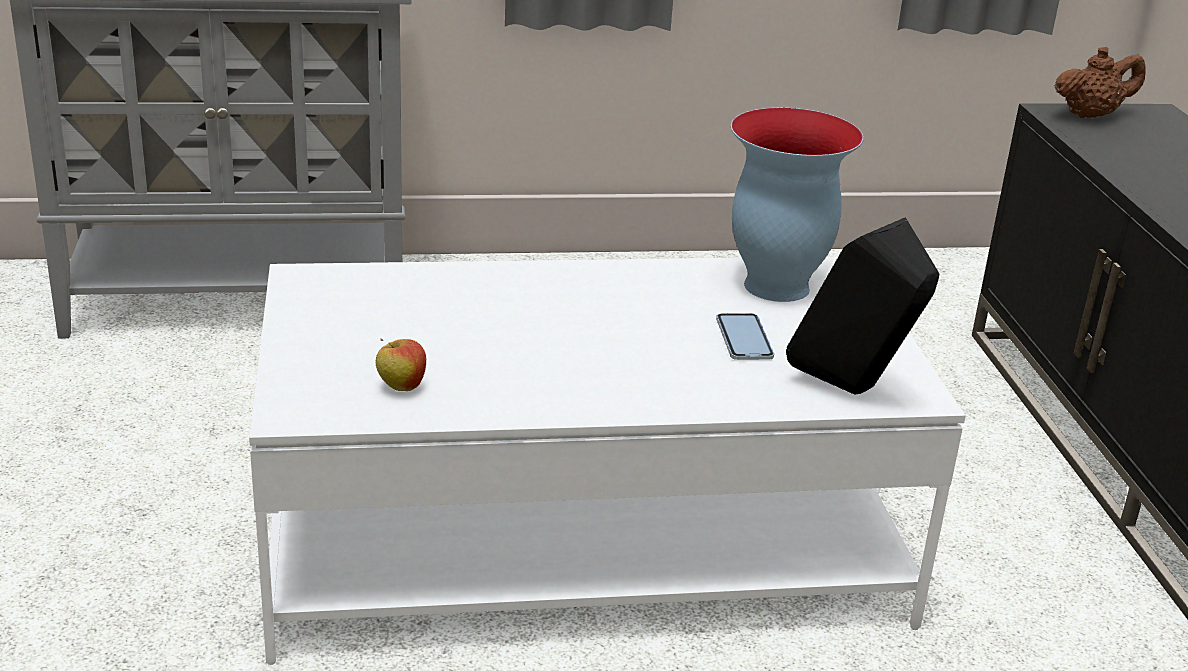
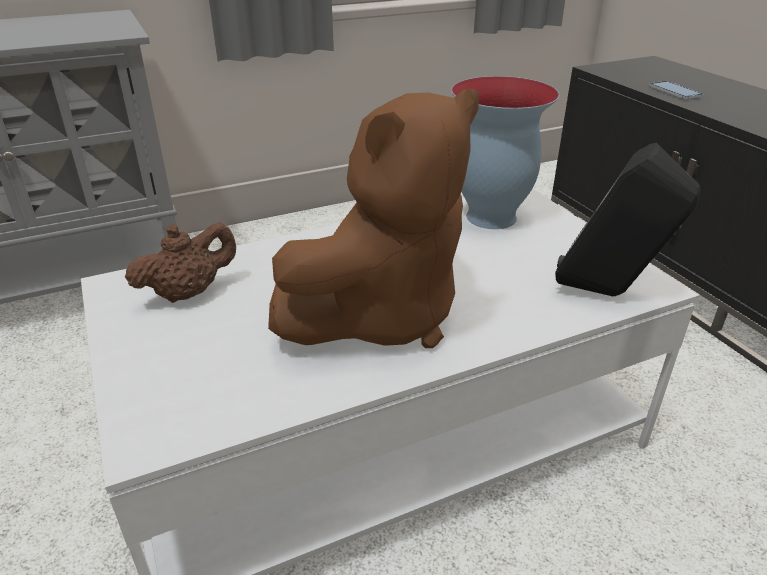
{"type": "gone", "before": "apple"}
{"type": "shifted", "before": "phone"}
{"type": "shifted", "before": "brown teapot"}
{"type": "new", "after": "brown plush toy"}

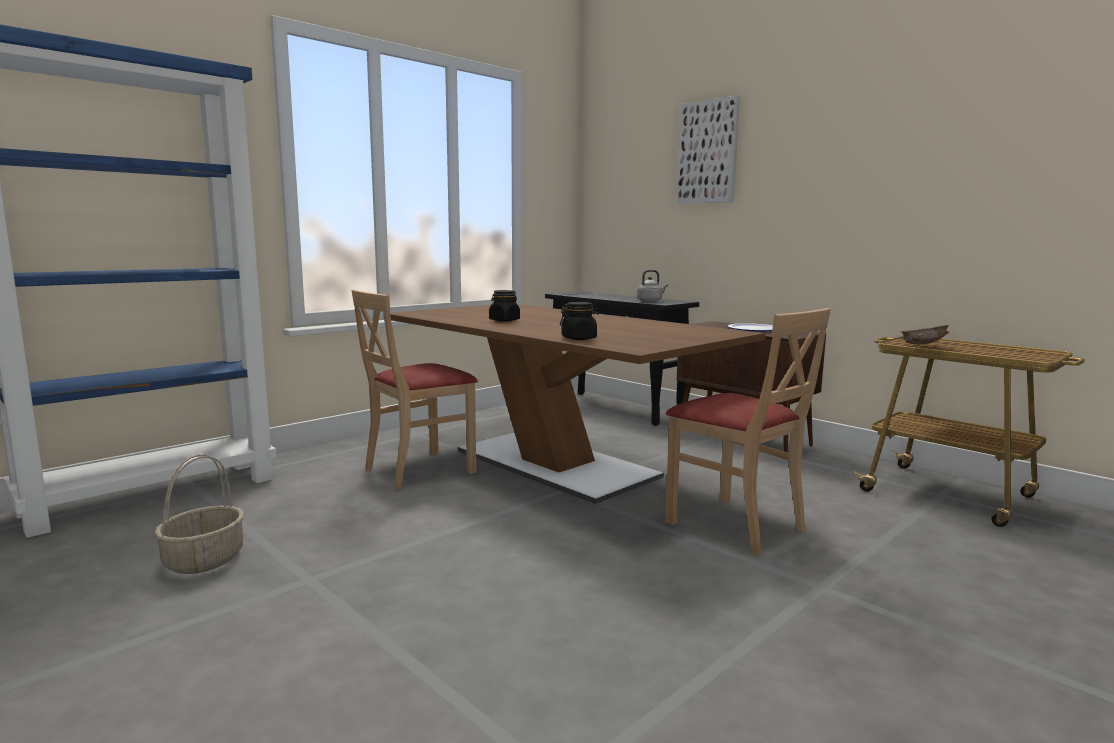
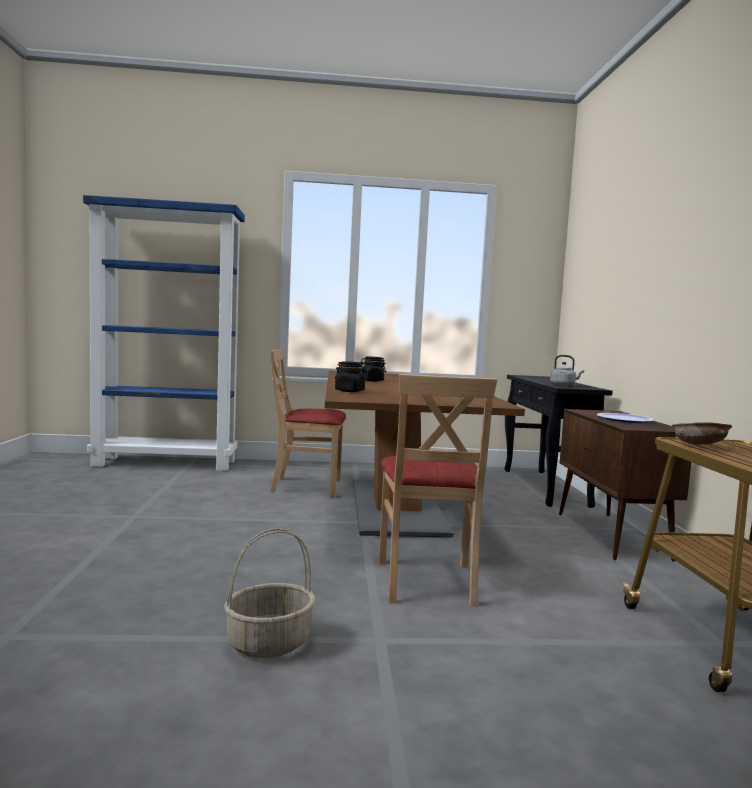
{"type": "shifted", "before": "basket"}
{"type": "gone", "before": "picture"}

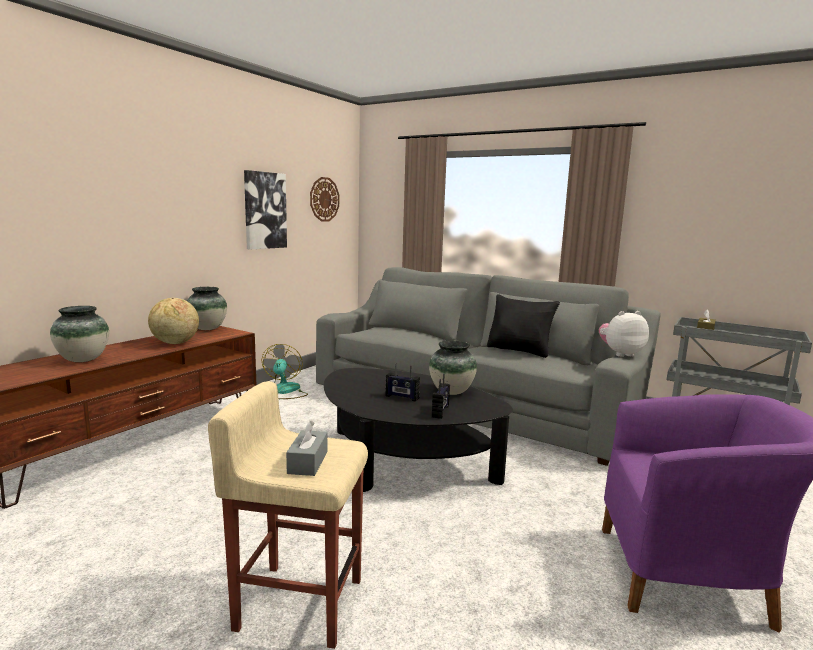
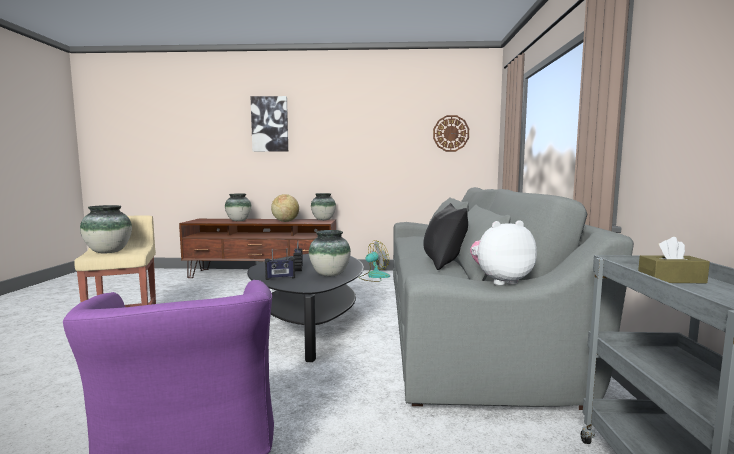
{"type": "shifted", "before": "picture"}
{"type": "swapped", "before": "grey tissue box", "after": "vase (no. 1 from left)"}
{"type": "rotated", "before": "plush toy", "turn": -60}

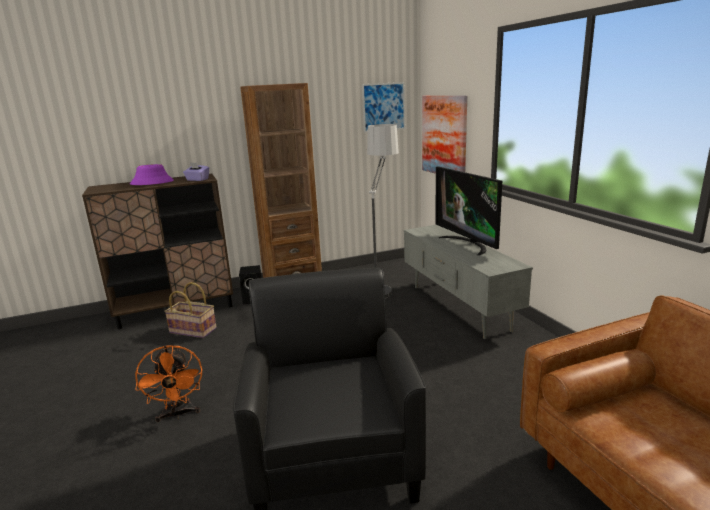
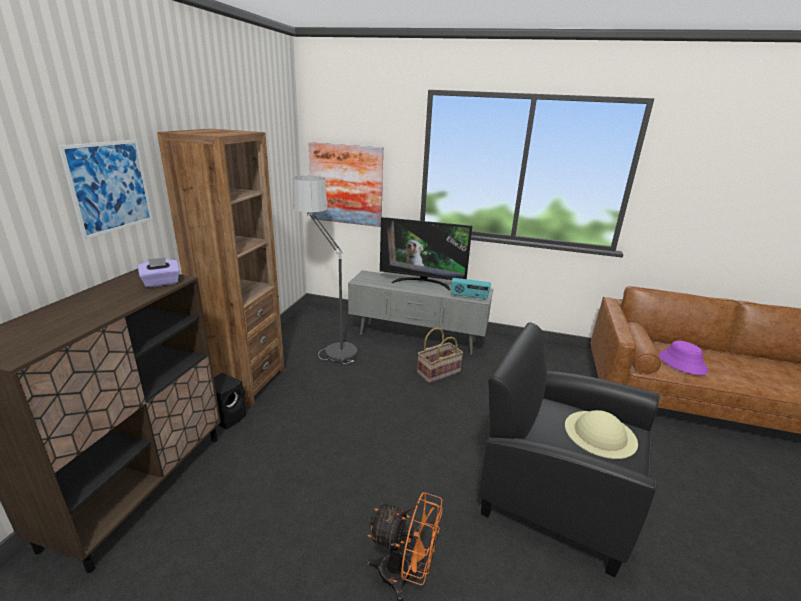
{"type": "shifted", "before": "purple hat"}
{"type": "shifted", "before": "basket"}
{"type": "shifted", "before": "picture (no. 1 from left)"}
{"type": "new", "after": "radio"}
{"type": "new", "after": "beige hat"}

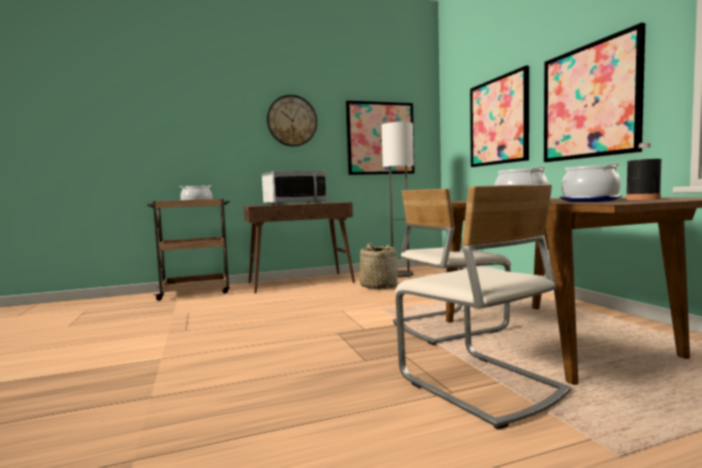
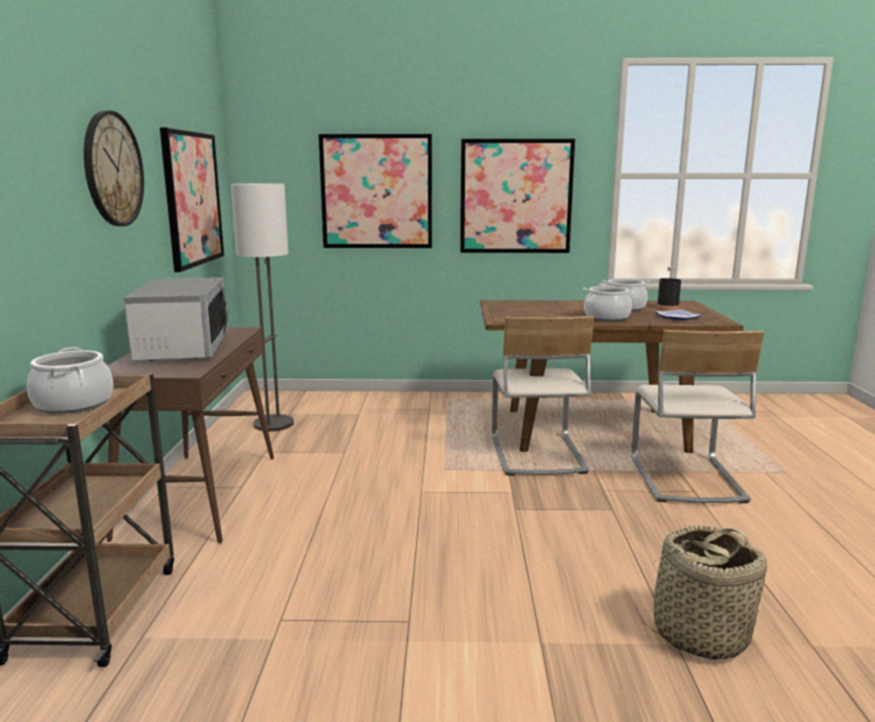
{"type": "shifted", "before": "basket"}
{"type": "rotated", "before": "beige chair (no. 2 from left)", "turn": 105}

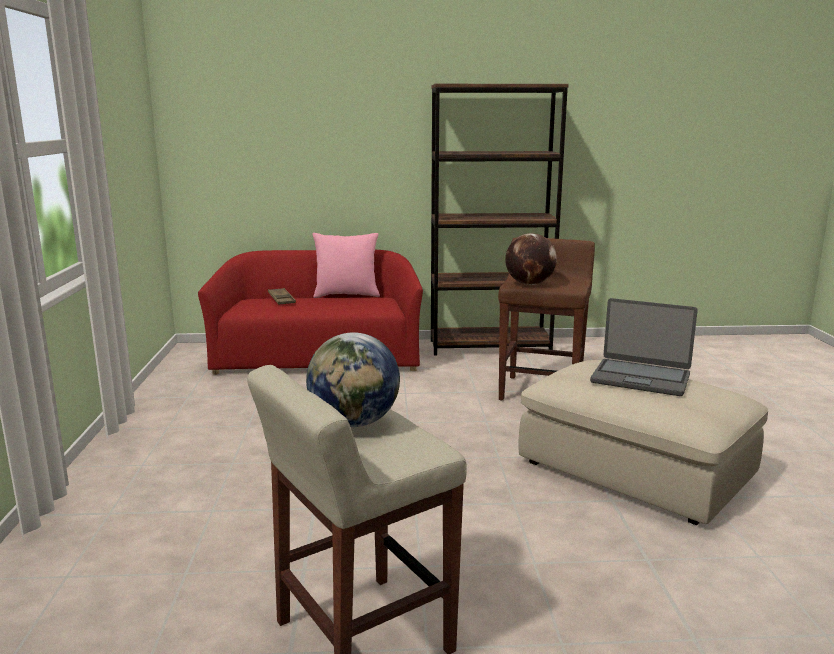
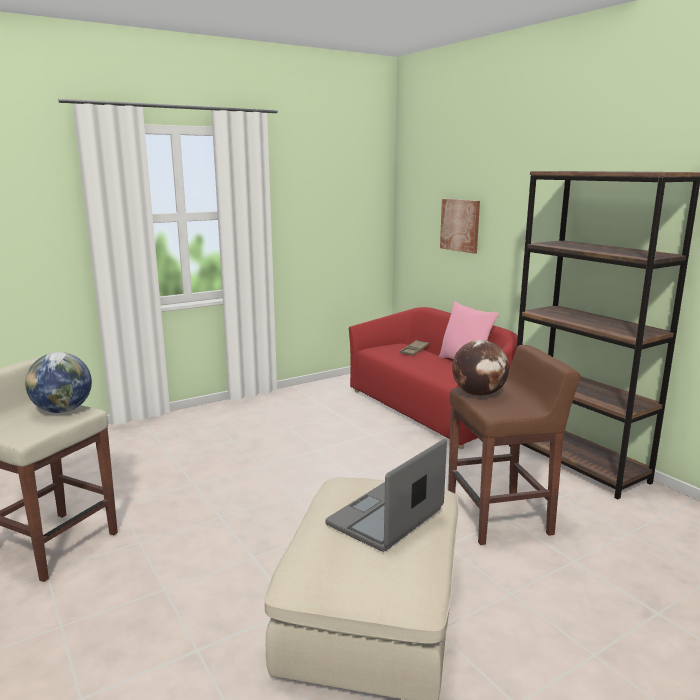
{"type": "rotated", "before": "laptop", "turn": 45}
{"type": "new", "after": "picture"}

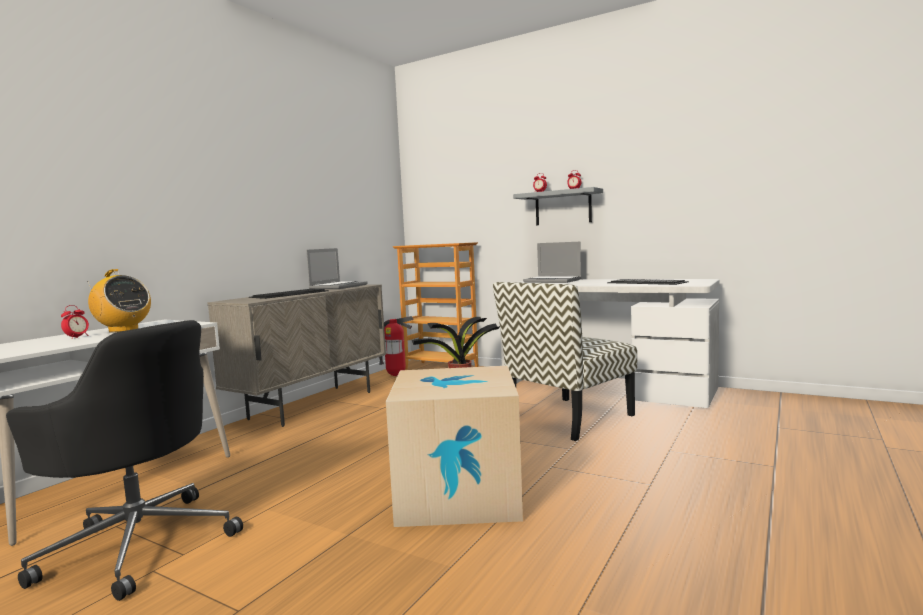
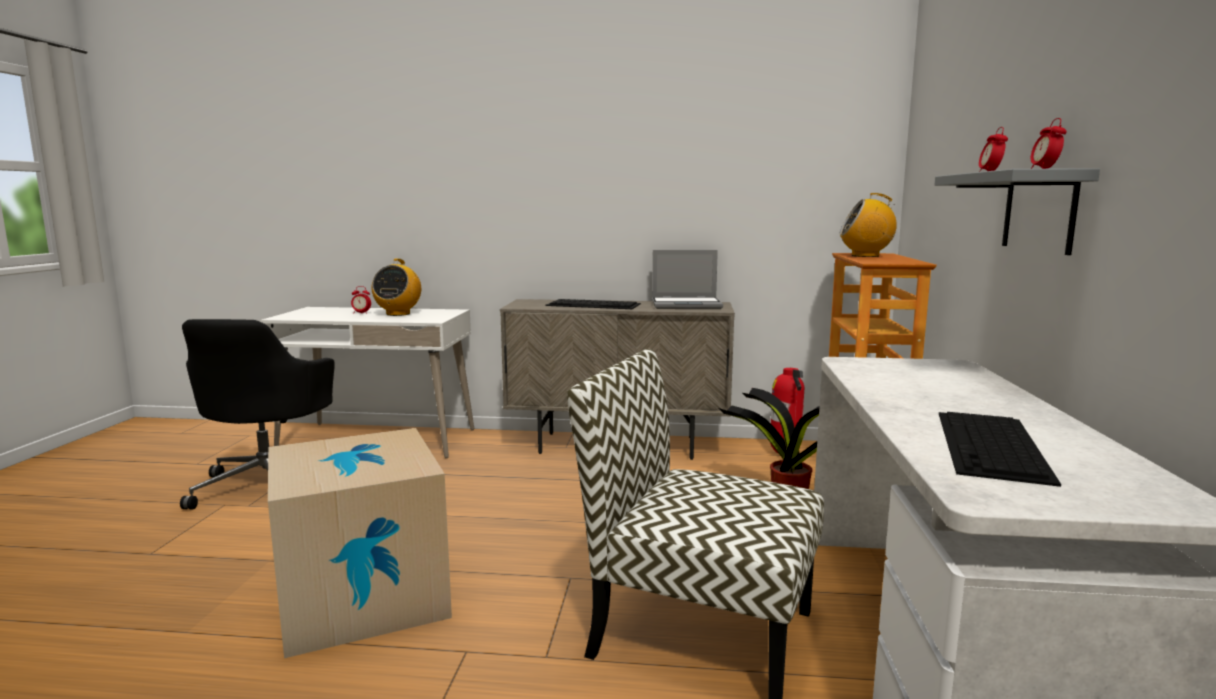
{"type": "gone", "before": "laptop (no. 2 from left)"}
{"type": "new", "after": "radio (no. 2 from left)"}

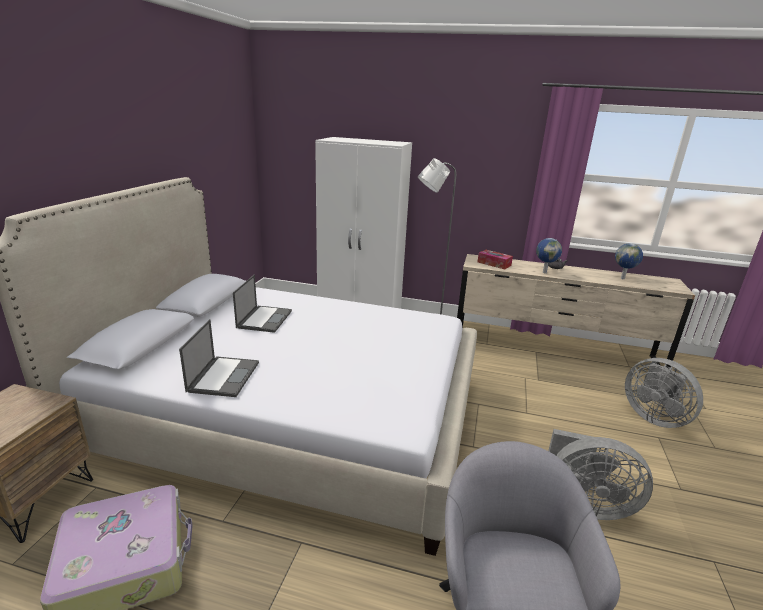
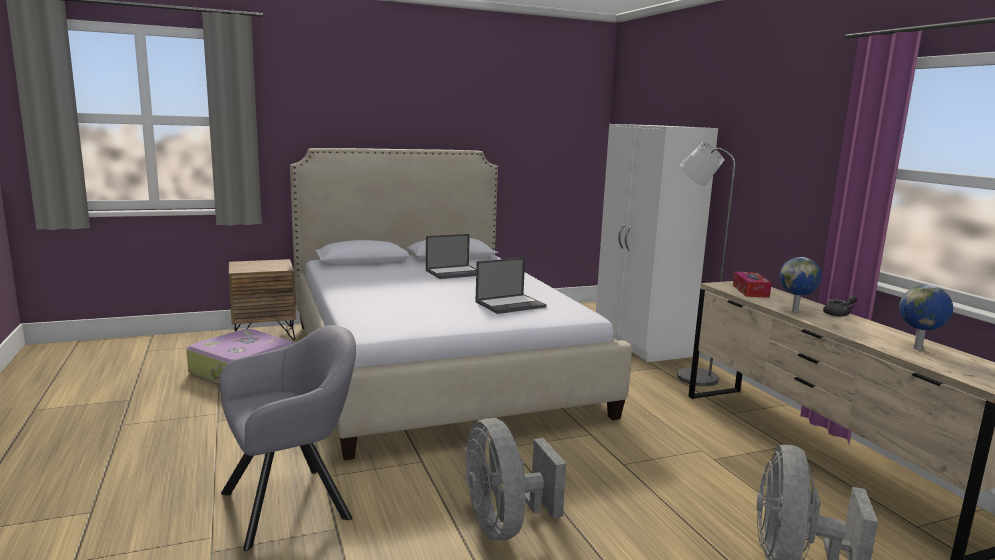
{"type": "shifted", "before": "laptop (no. 1 from left in the first image)", "after": "laptop (no. 2 from left)"}

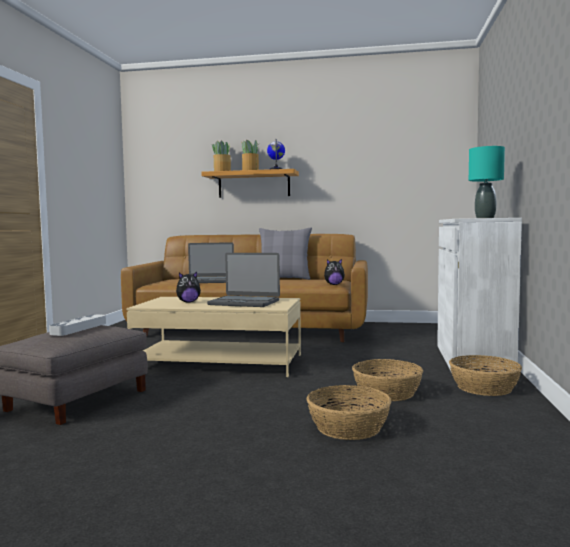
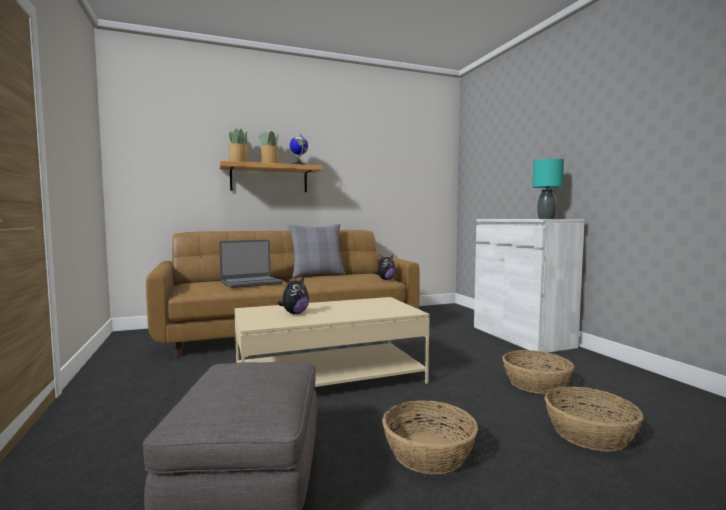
{"type": "gone", "before": "grey tray"}
{"type": "gone", "before": "laptop (no. 2 from left)"}
{"type": "shifted", "before": "basket (no. 3 from left in the first image)", "after": "basket (no. 1 from left)"}

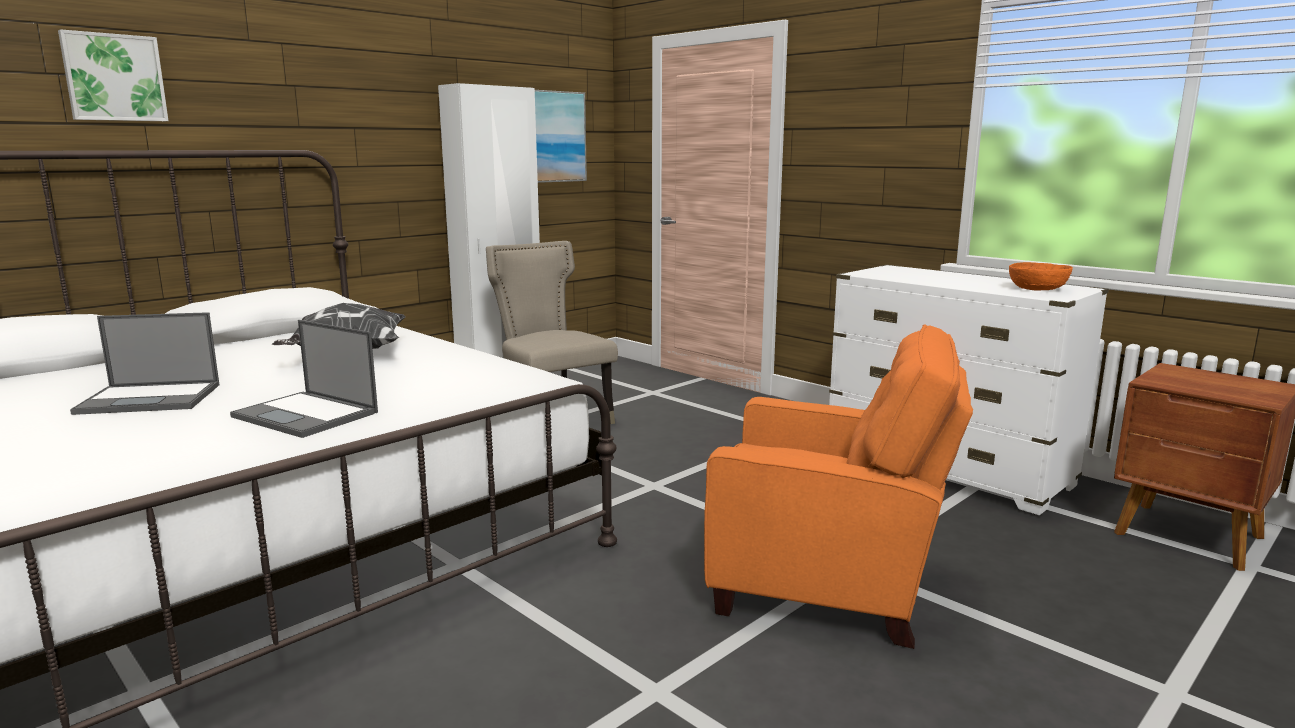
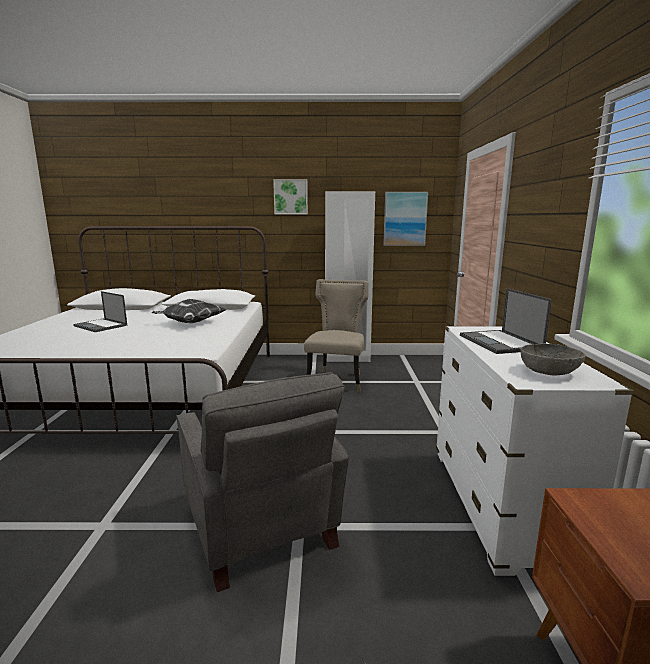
{"type": "shifted", "before": "picture (no. 1 from left)"}
{"type": "shifted", "before": "laptop (no. 2 from left)"}
{"type": "repainted", "before": "orange armchair", "after": "grey armchair"}
{"type": "repainted", "before": "orange bowl", "after": "grey bowl"}

